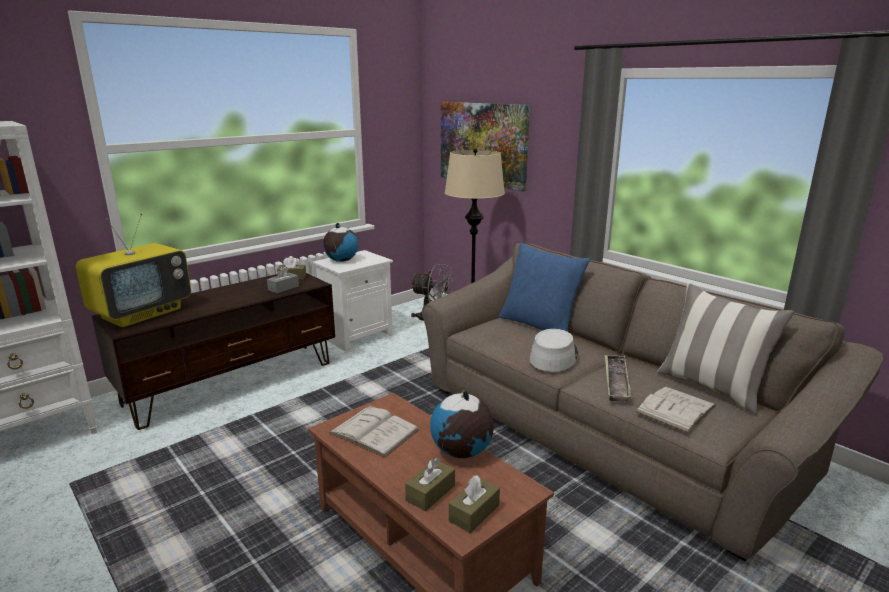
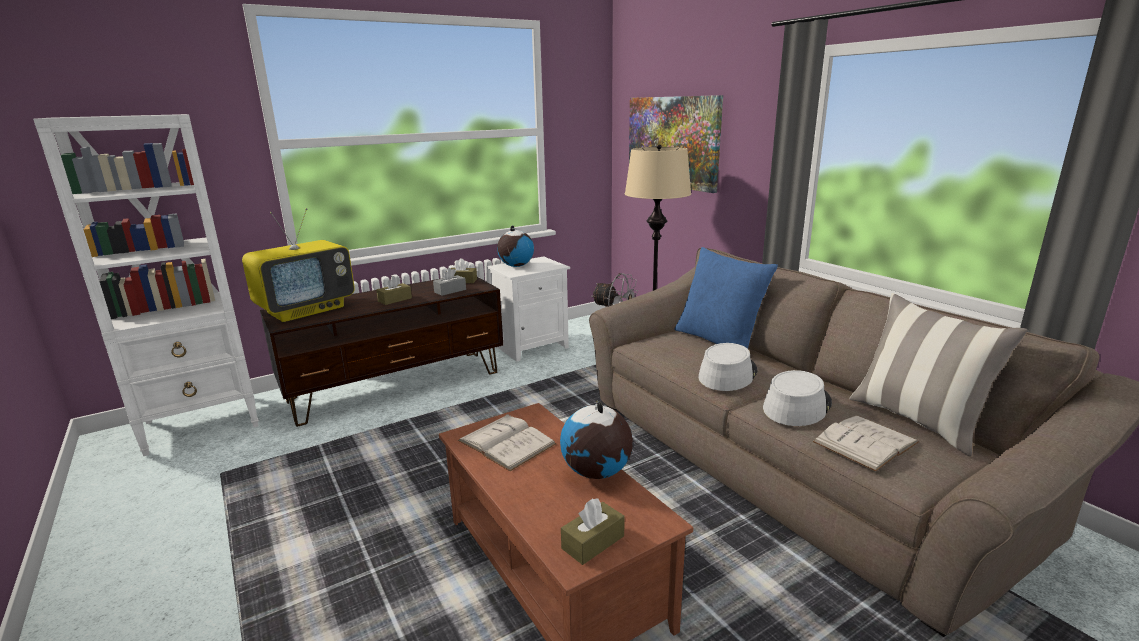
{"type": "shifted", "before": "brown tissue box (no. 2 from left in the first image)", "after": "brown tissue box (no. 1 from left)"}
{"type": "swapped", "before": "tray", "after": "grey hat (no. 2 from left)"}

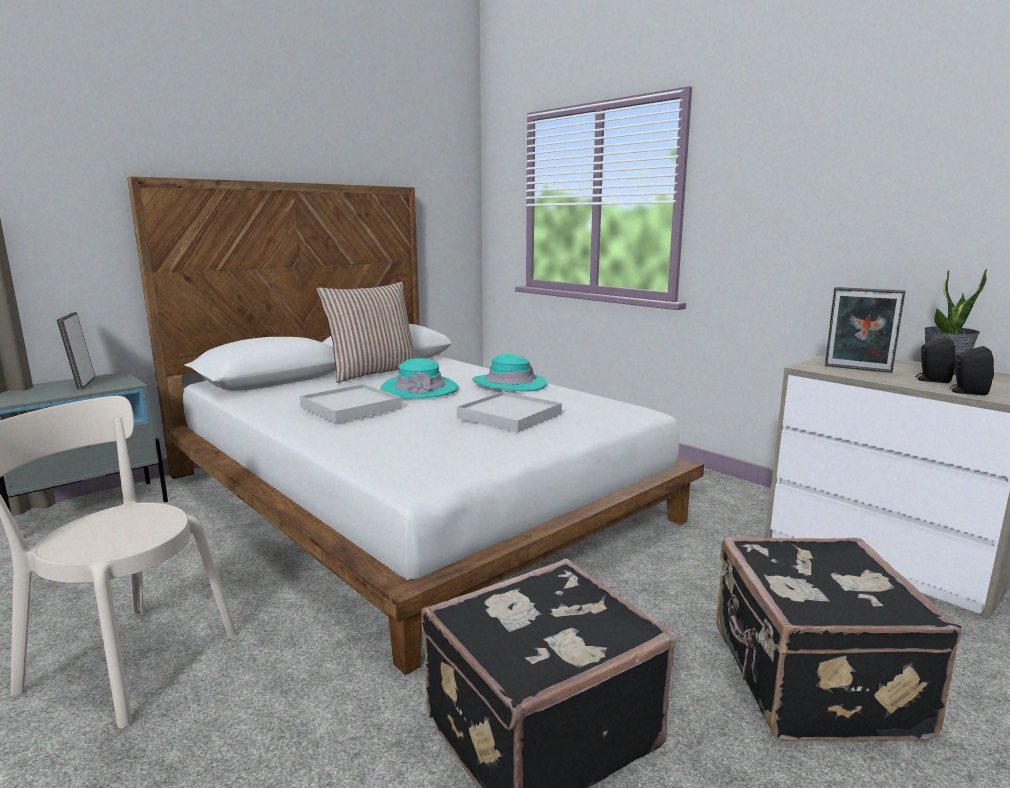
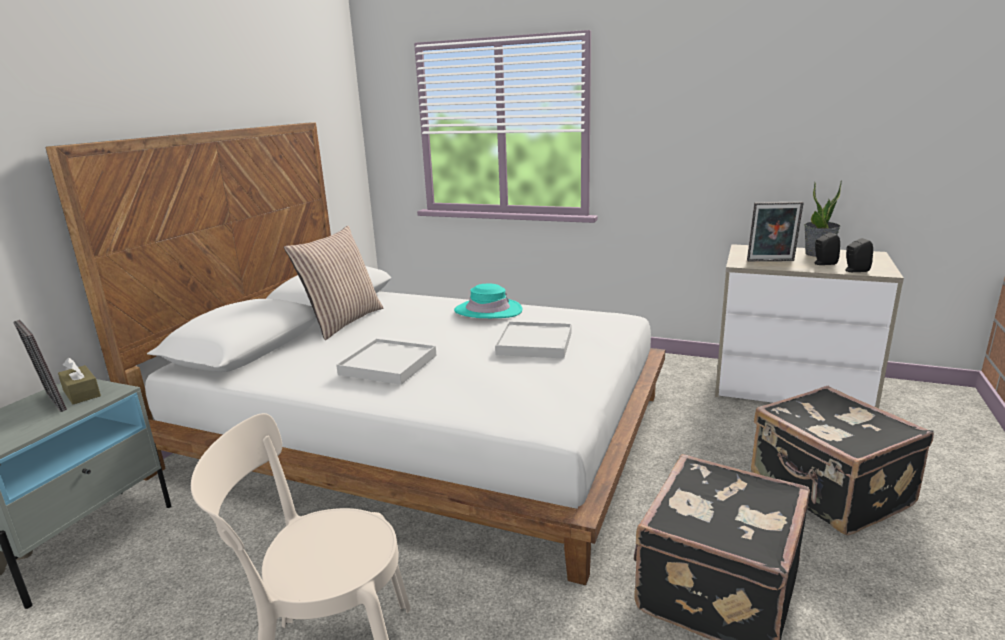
{"type": "gone", "before": "turquoise hat (no. 1 from left)"}
{"type": "new", "after": "brown tissue box"}

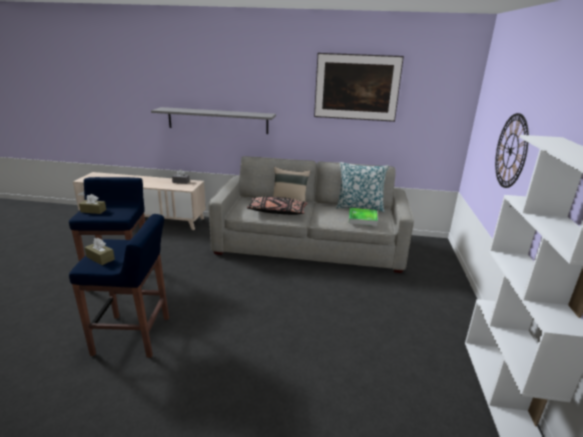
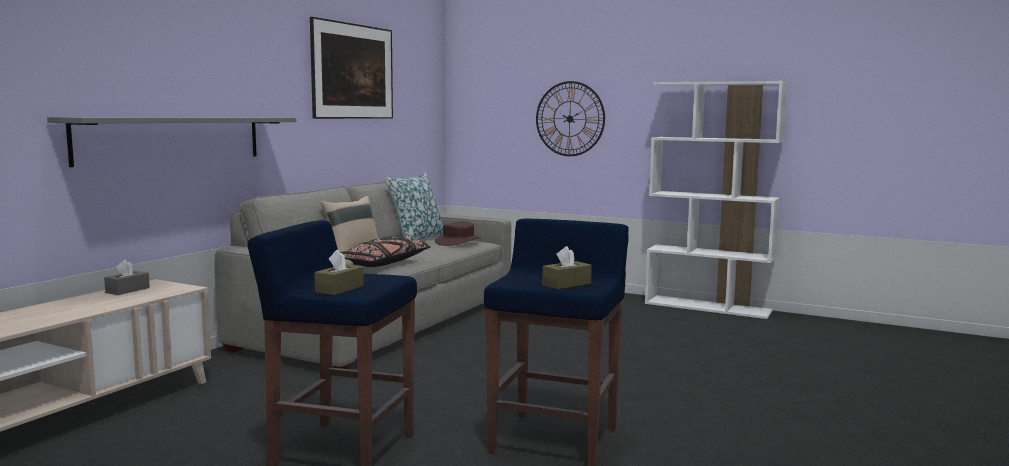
{"type": "swapped", "before": "tray", "after": "brown hat"}

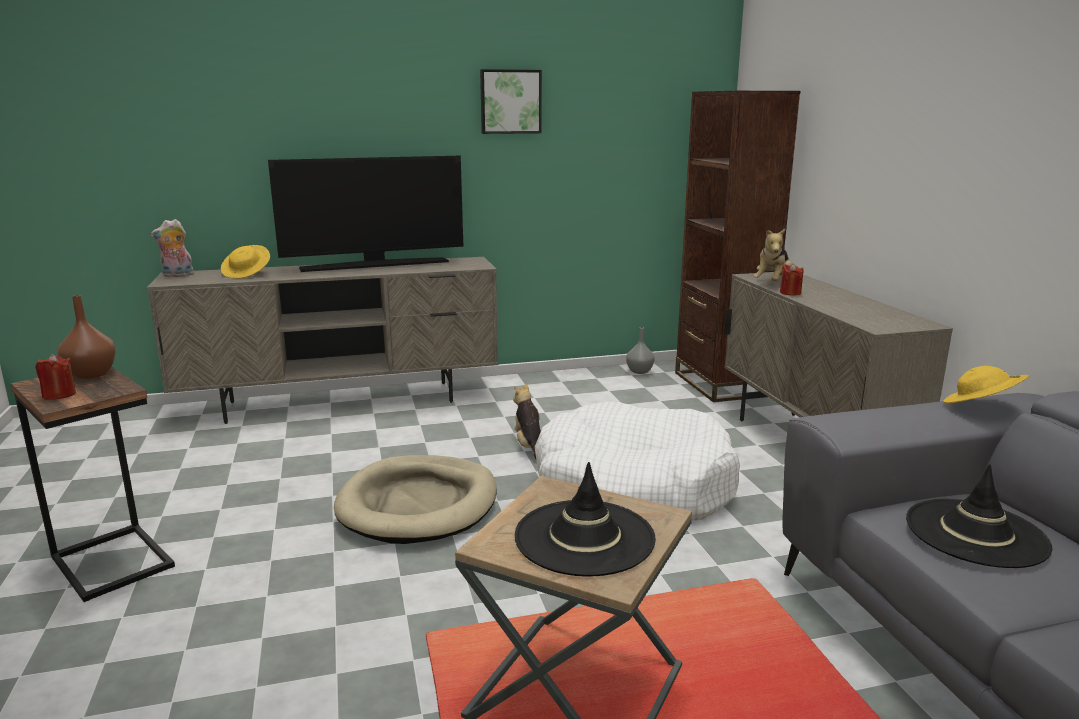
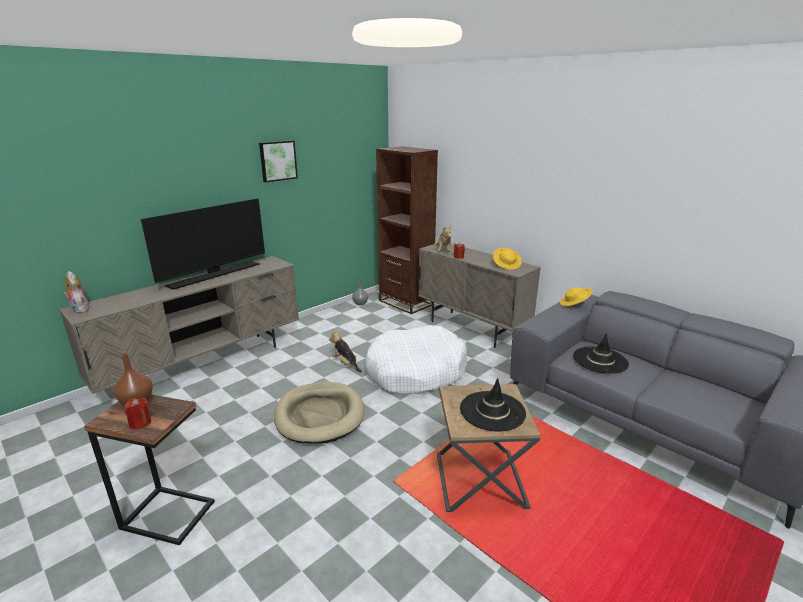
{"type": "rotated", "before": "plush toy (no. 1 from left)", "turn": 105}
{"type": "shifted", "before": "yellow hat (no. 1 from left)"}

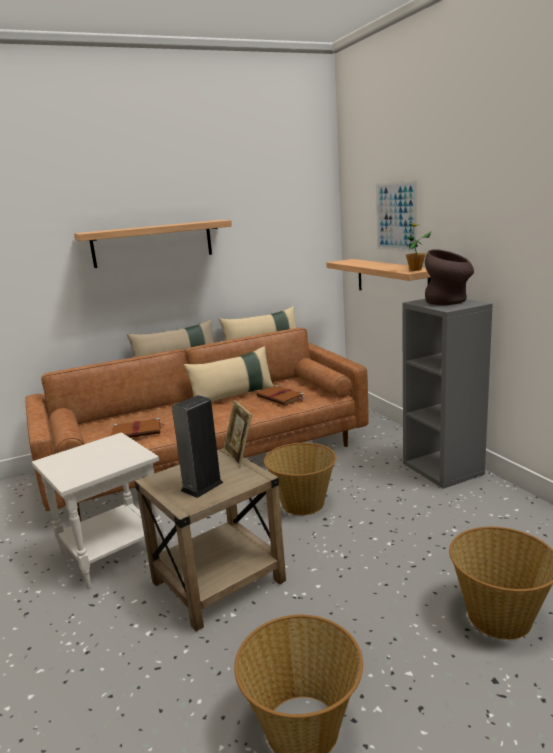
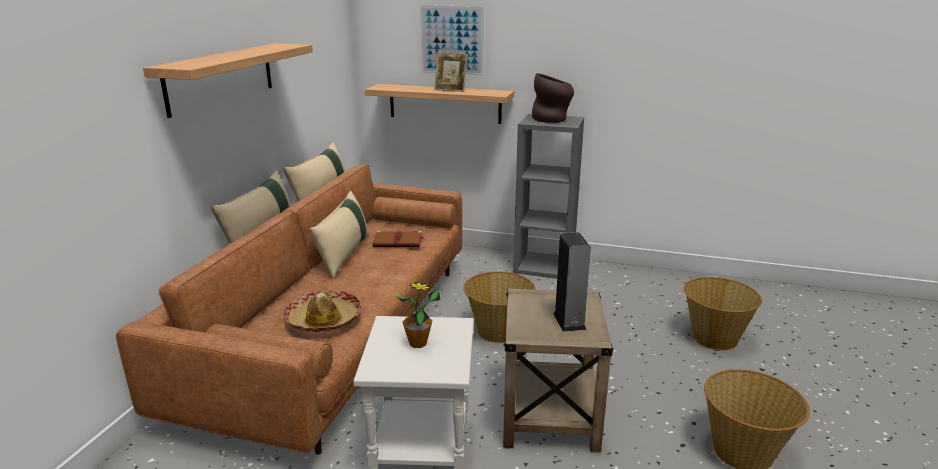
{"type": "swapped", "before": "brown book (no. 1 from left)", "after": "hat"}
{"type": "shifted", "before": "picture frame"}
{"type": "shifted", "before": "potted plant"}

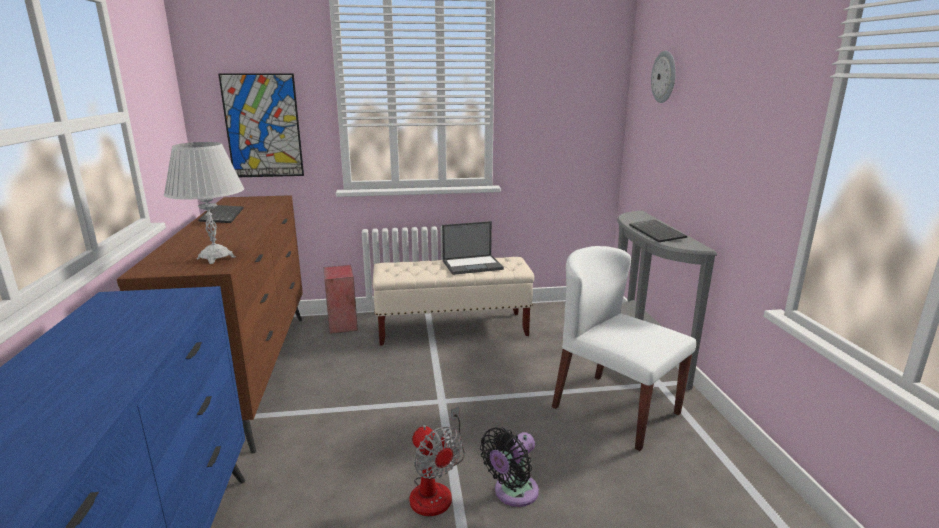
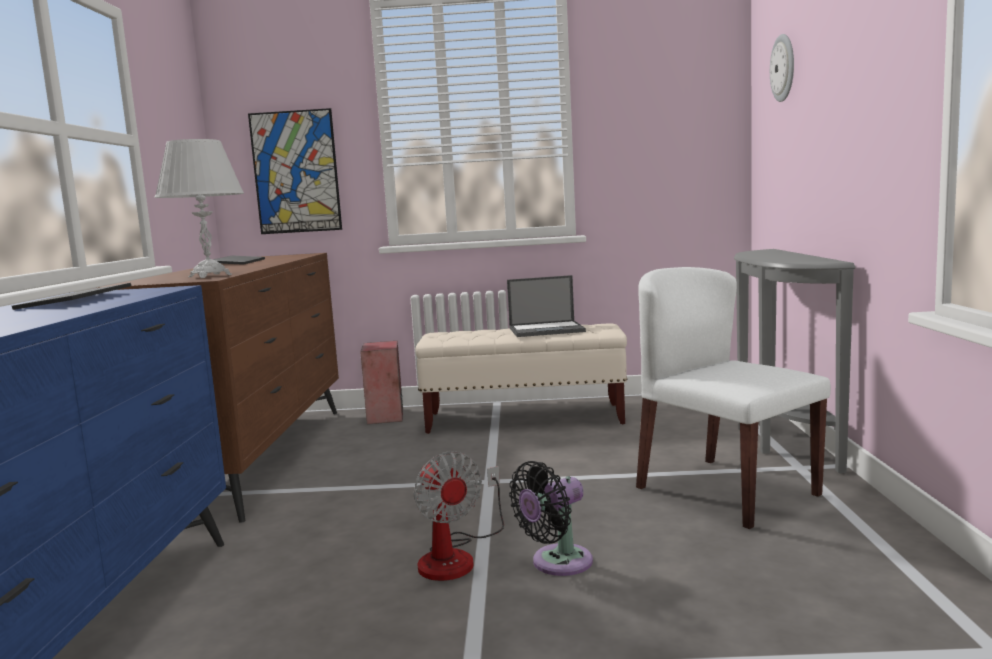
{"type": "shifted", "before": "keyboard (no. 2 from left in the first image)", "after": "keyboard (no. 1 from left)"}

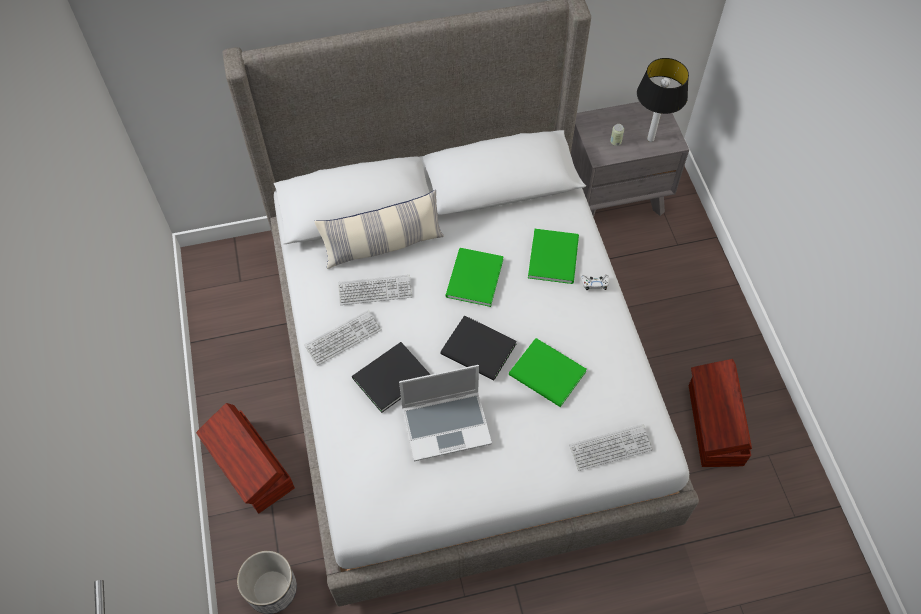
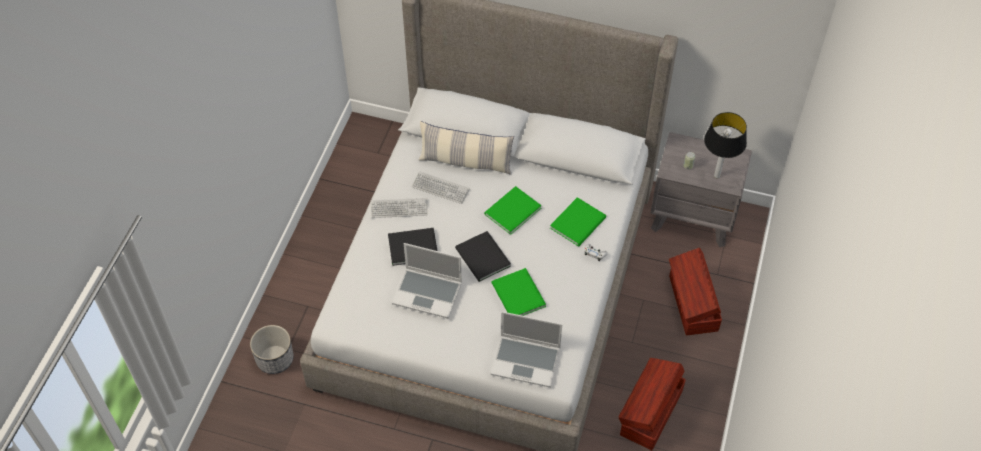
{"type": "shifted", "before": "brown storage box (no. 1 from left in the first image)", "after": "brown storage box (no. 2 from left)"}
{"type": "swapped", "before": "keyboard (no. 3 from left)", "after": "laptop (no. 2 from left)"}

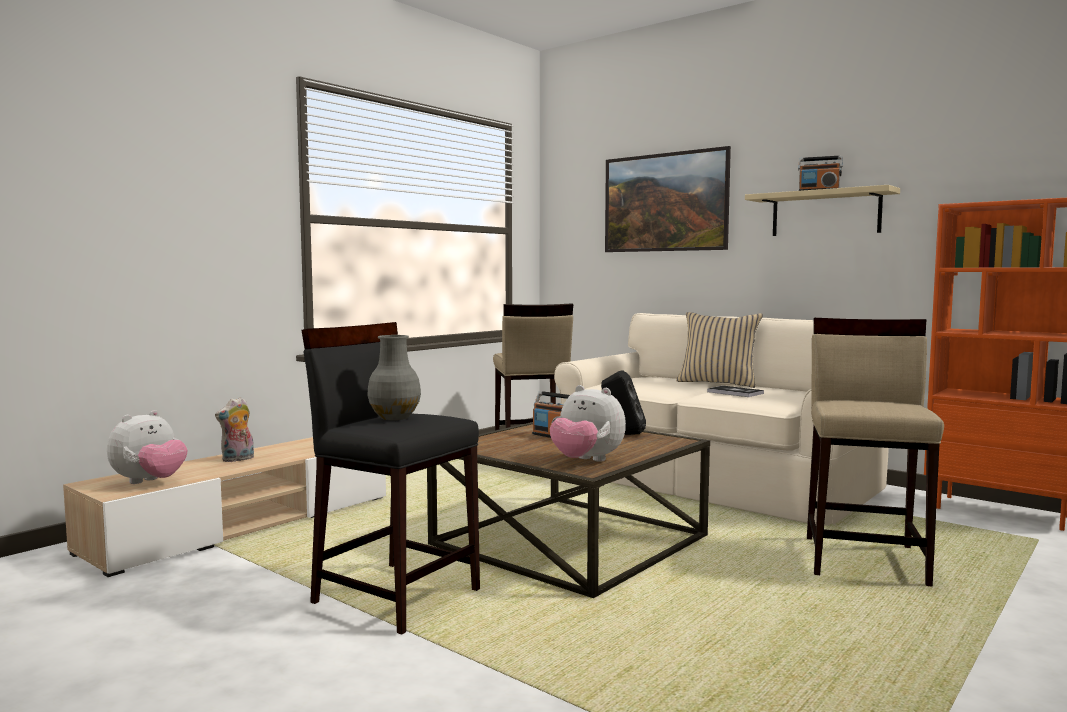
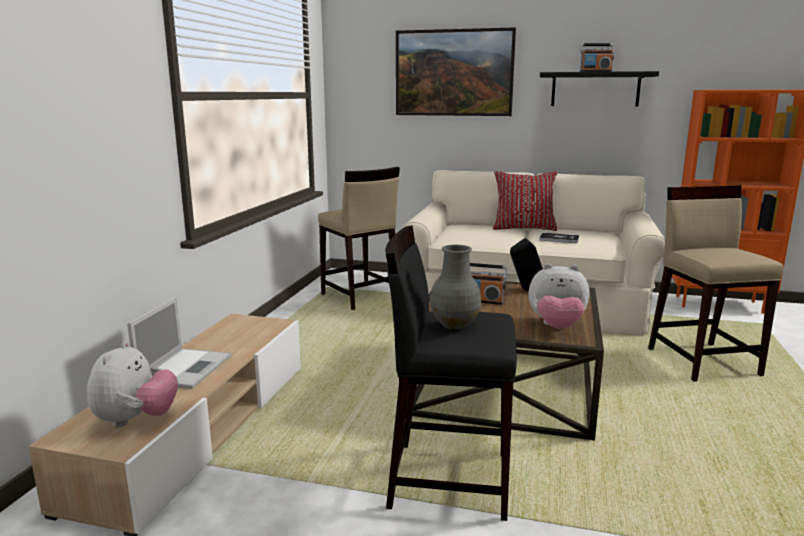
{"type": "swapped", "before": "plush toy (no. 2 from left)", "after": "laptop"}
{"type": "repainted", "before": "beige pillow", "after": "red pillow"}
{"type": "repainted", "before": "beige shelf", "after": "black shelf"}

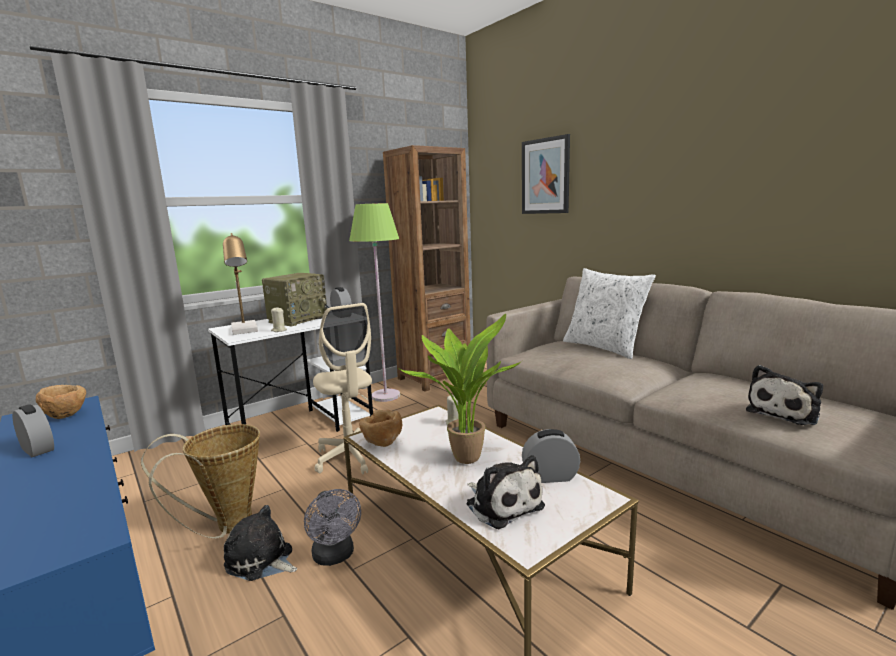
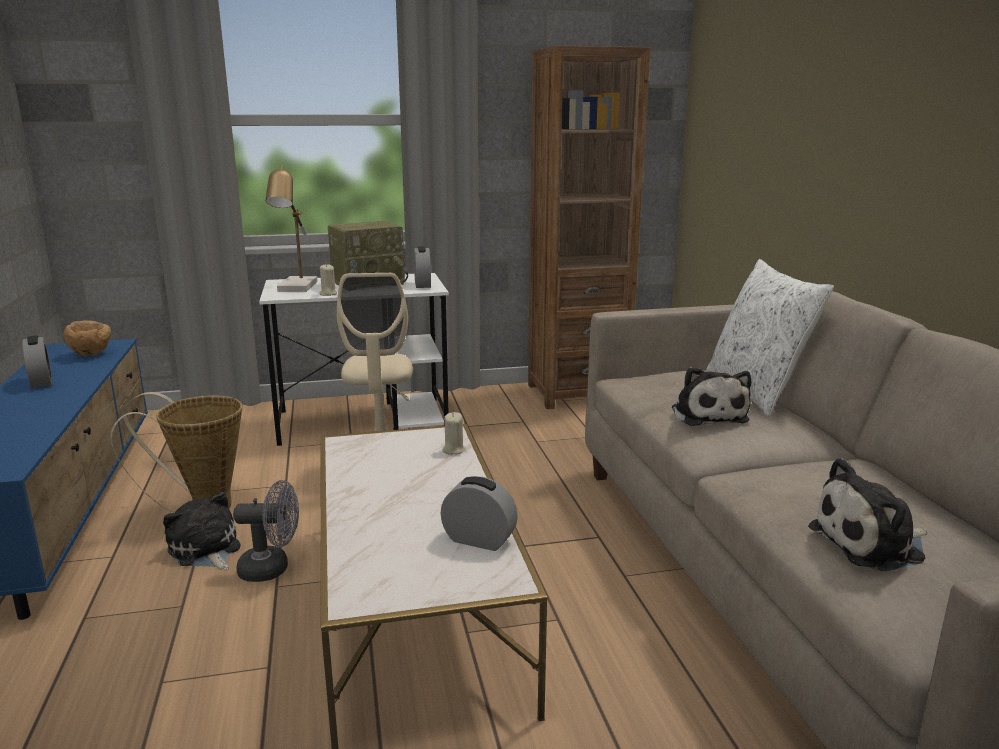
{"type": "rotated", "before": "grey fan", "turn": -90}
{"type": "gone", "before": "green floor lamp"}
{"type": "gone", "before": "brown bowl (no. 2 from left)"}
{"type": "gone", "before": "potted plant"}
{"type": "shifted", "before": "plush toy (no. 2 from left)"}
{"type": "gone", "before": "picture"}

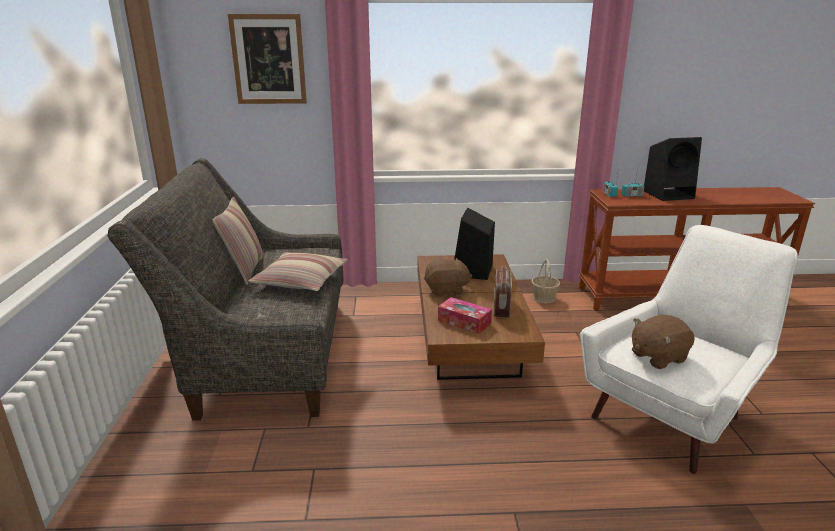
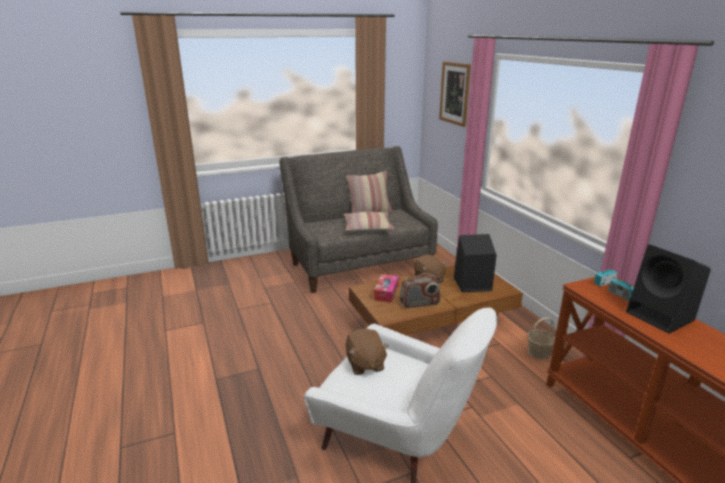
{"type": "rotated", "before": "brown plush toy (no. 2 from left in the first image)", "turn": -150}

